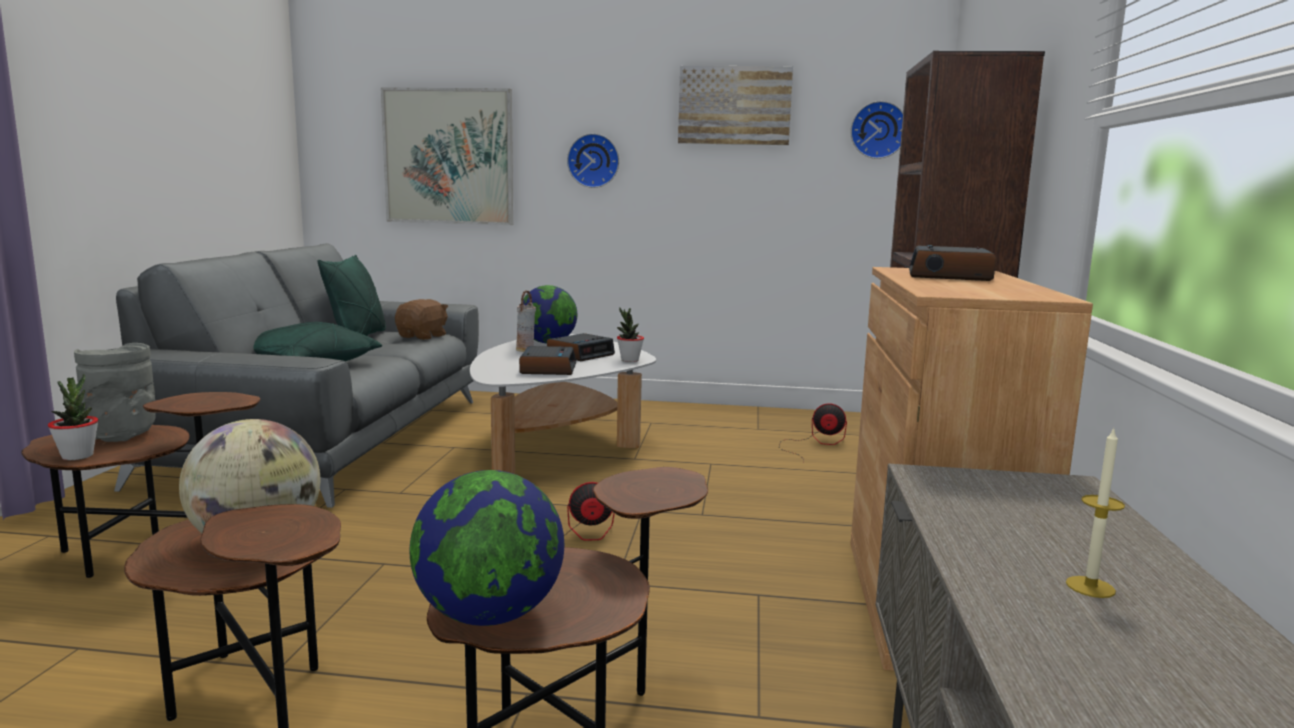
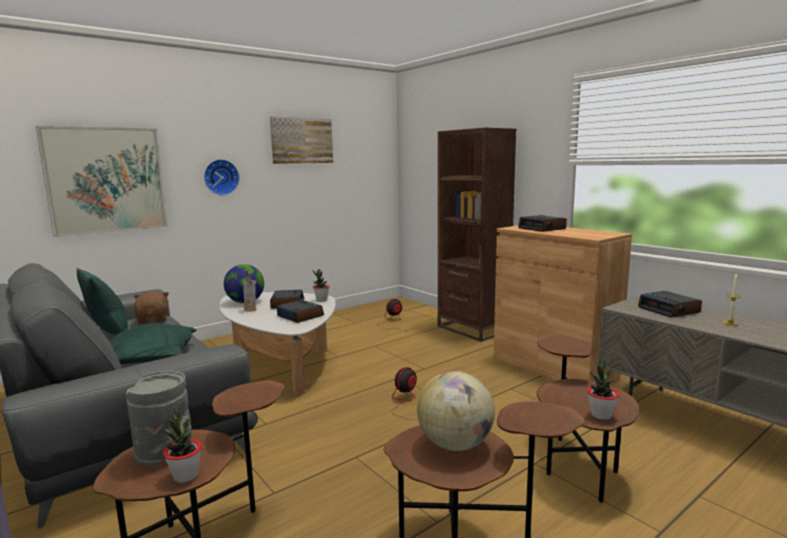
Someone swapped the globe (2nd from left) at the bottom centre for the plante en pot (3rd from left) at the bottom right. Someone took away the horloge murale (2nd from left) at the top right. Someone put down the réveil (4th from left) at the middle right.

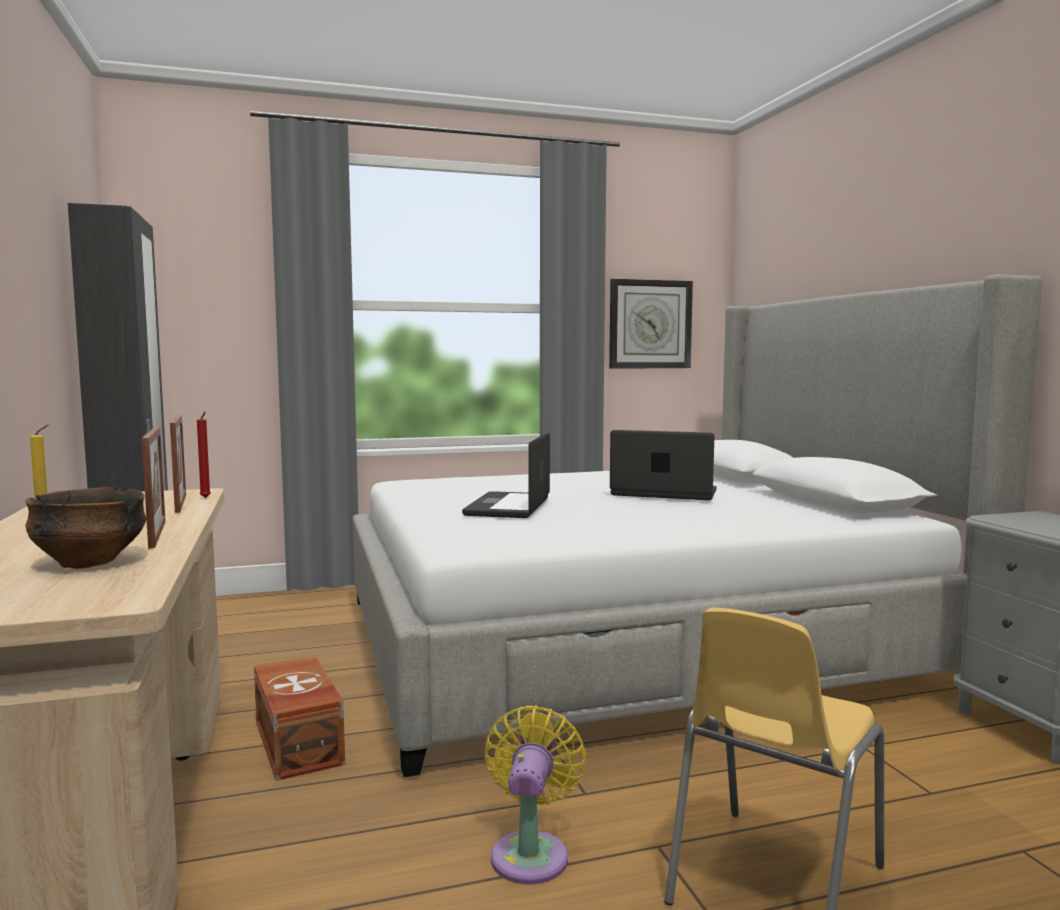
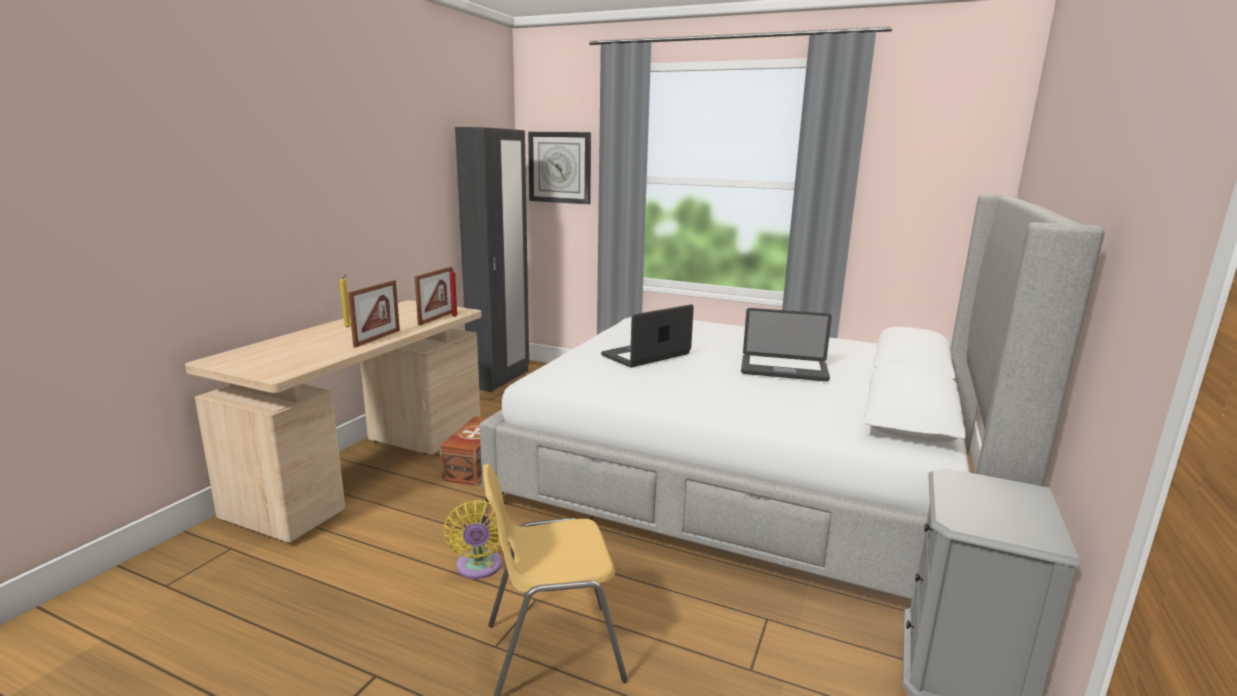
Someone took away the bol at the middle left. Someone rotated the ventilateur (jaune) at the bottom centre by 120 degrees clockwise. Someone carried the horloge murale from the centre to the top centre. Someone rotated the ordinateur portable (2nd from left) at the centre by 135 degrees clockwise.

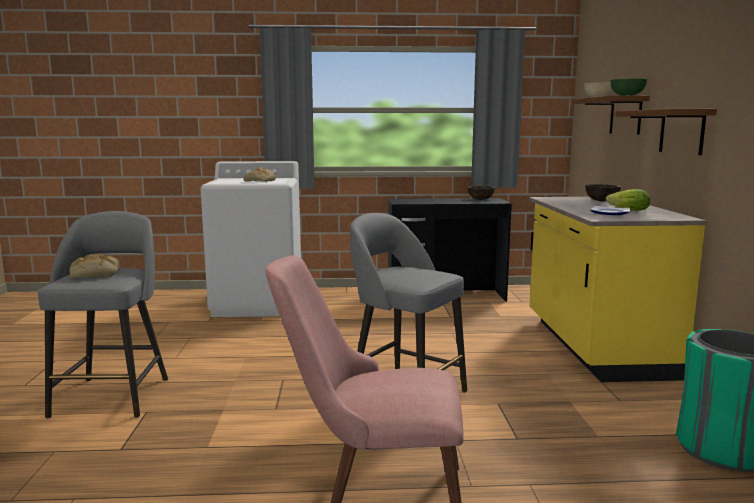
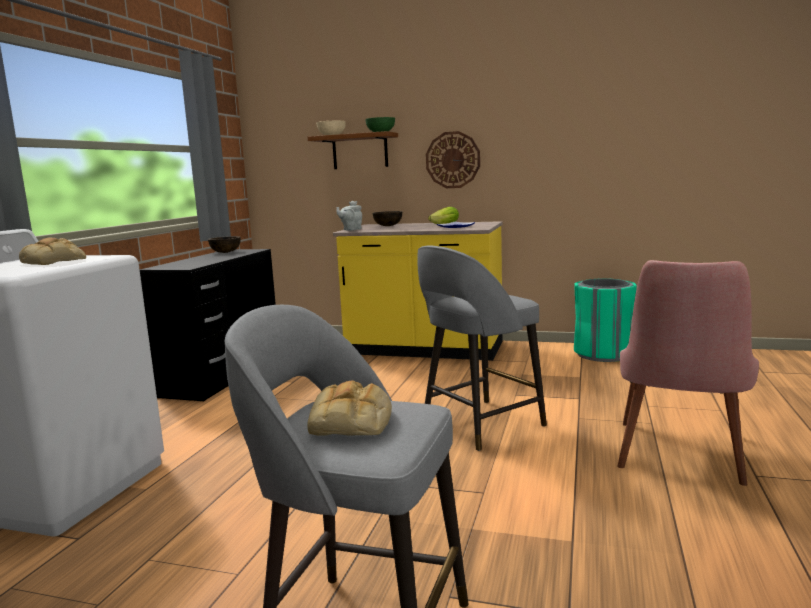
Someone swapped the étagère (marron) (2nd from left) at the top right for the horloge murale at the top centre. Someone put down the théière (gris) at the centre.

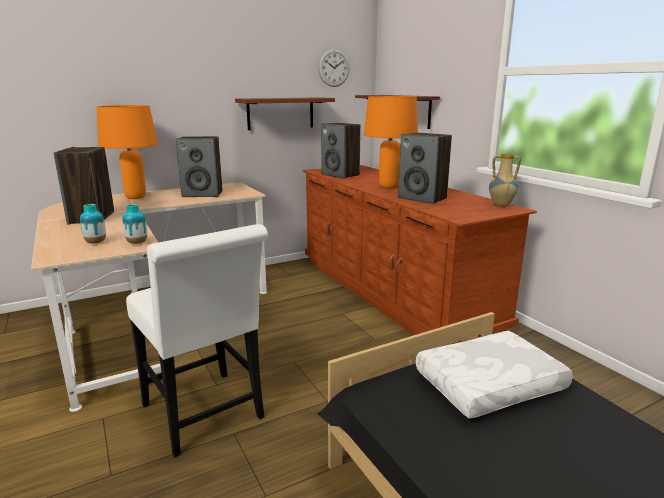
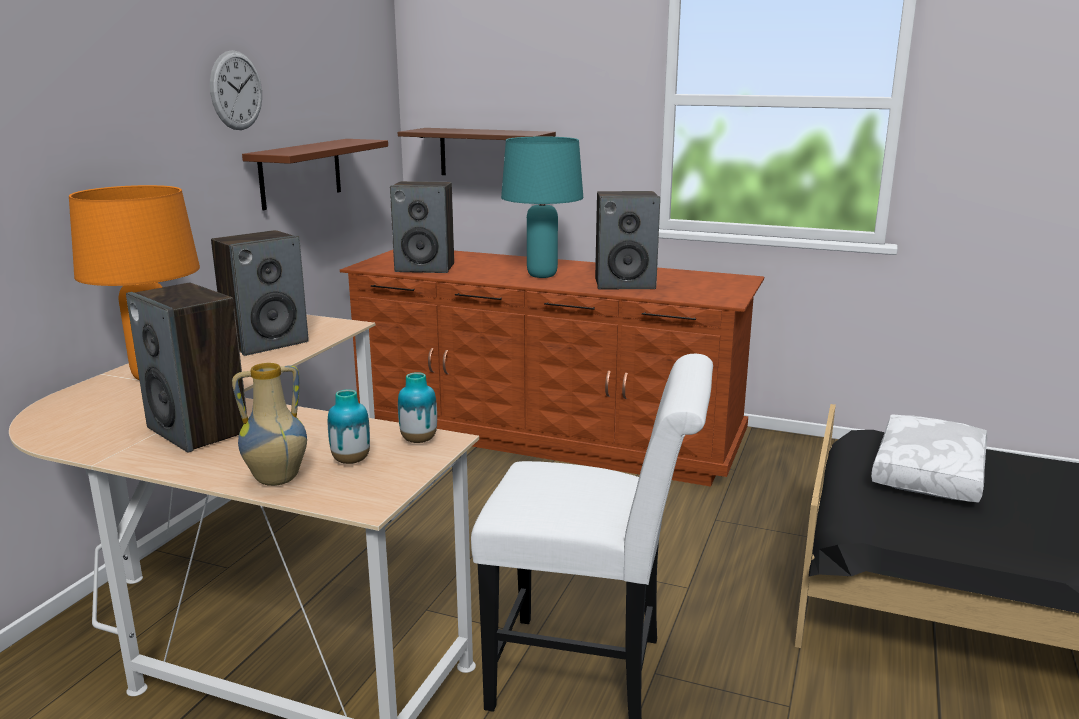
Someone carried the horloge murale from the top centre to the top left. Someone repainted the lampe de table (orange) (2nd from left) at the top centre, which became the lampe de table (turquoise) at the top centre. Someone carried the vase (3rd from left in the first image) from the middle right to the middle left.

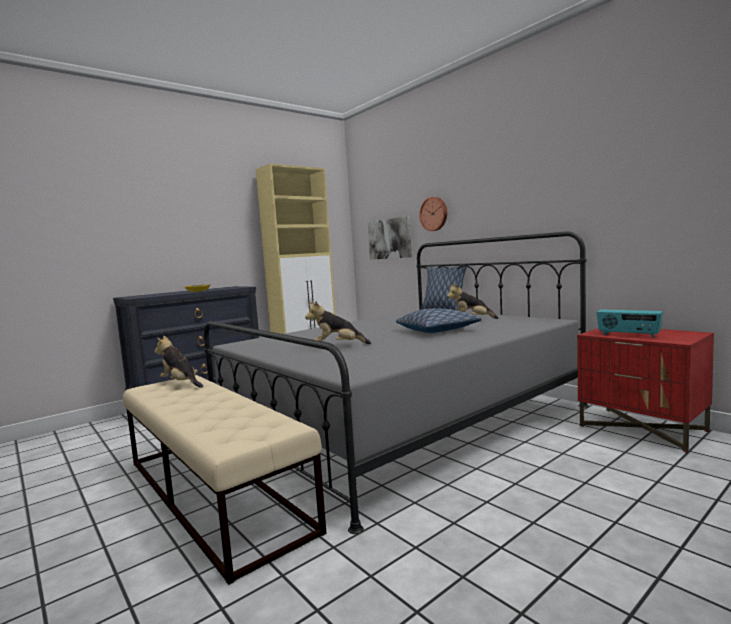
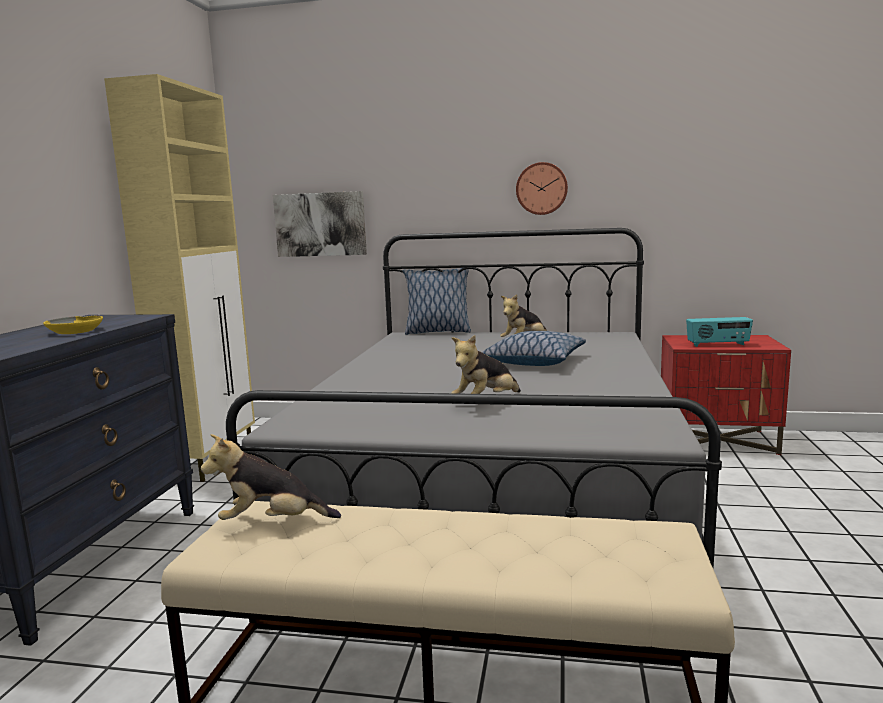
Someone carried the horloge murale from the centre to the top centre.

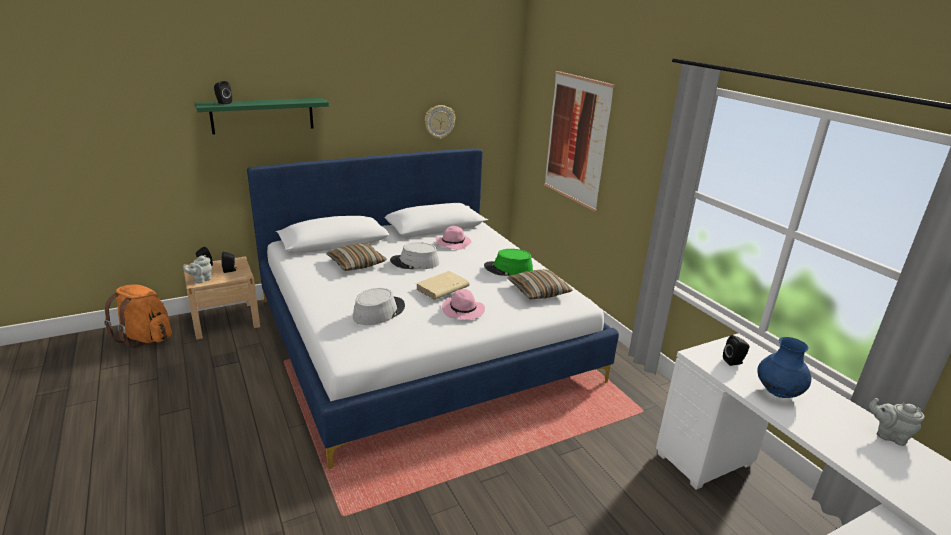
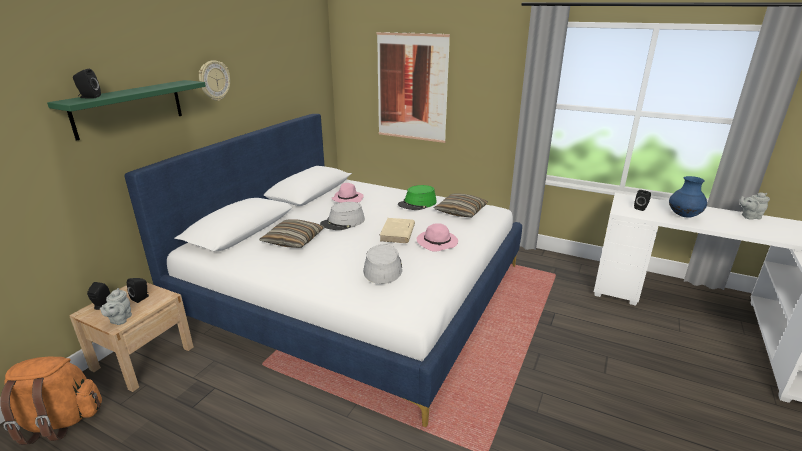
Someone carried the horloge murale from the top centre to the top left.

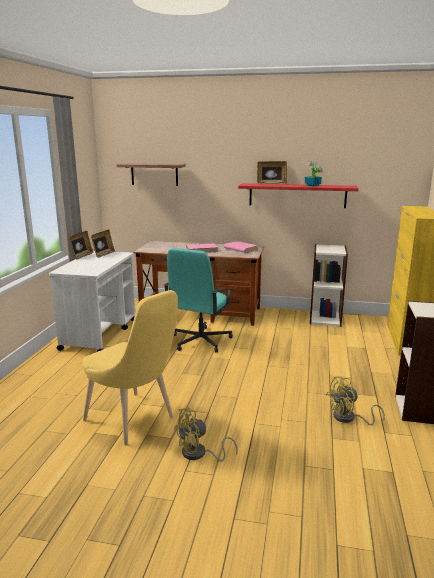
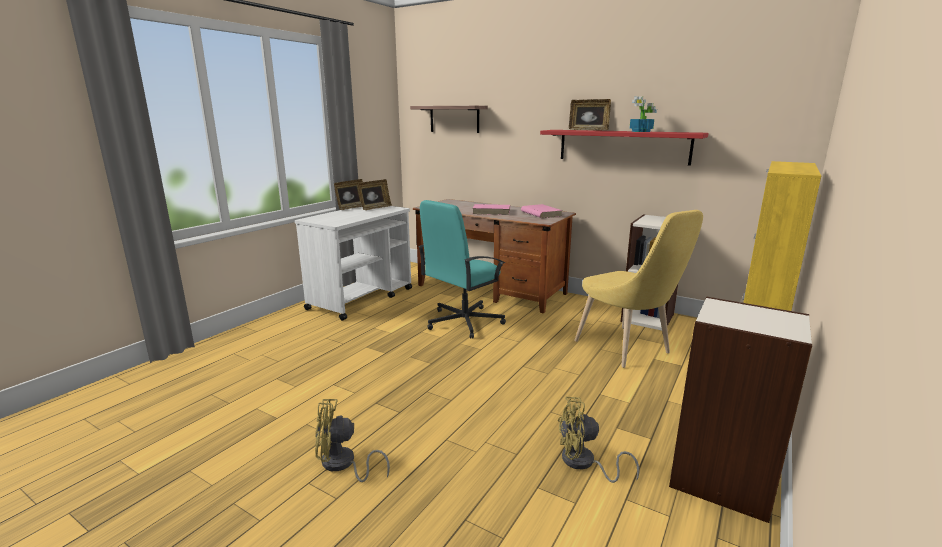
Someone carried the chaise (jaune) from the middle left to the middle right.

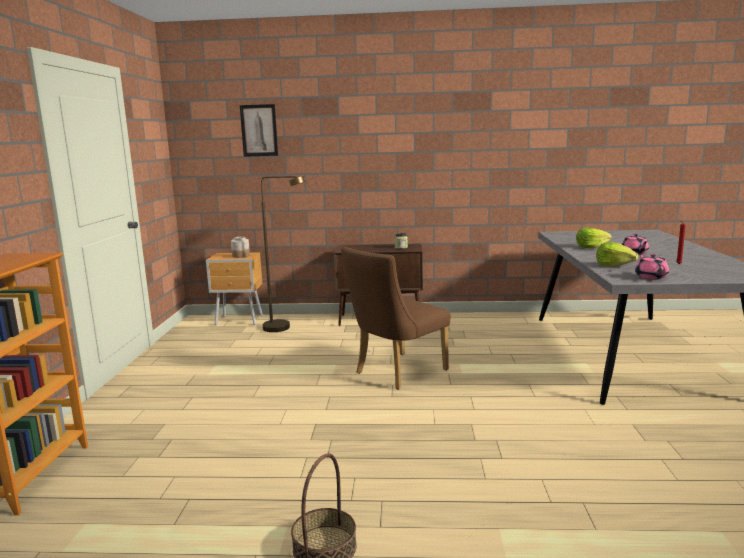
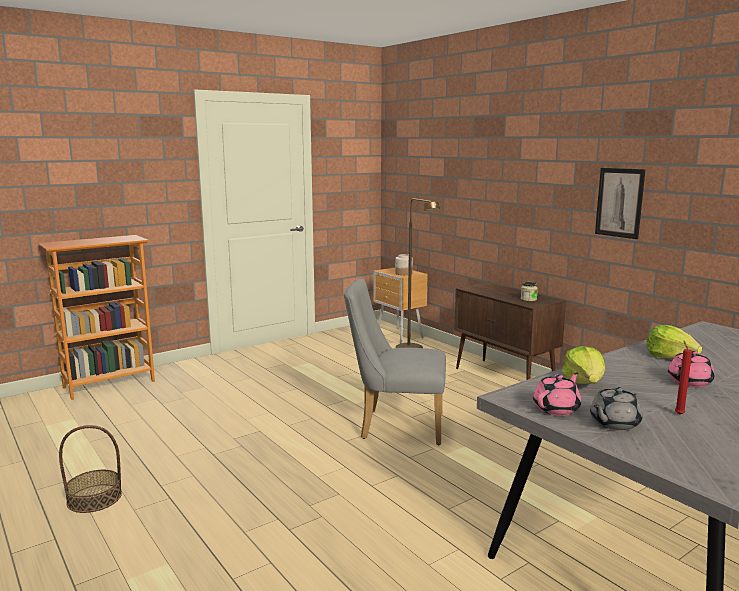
Someone carried the tableau from the top centre to the middle right. Someone repainted the chaise (marron) at the centre, which became the chaise (gris) at the centre. Someone put down the théière (gris) at the bottom right.

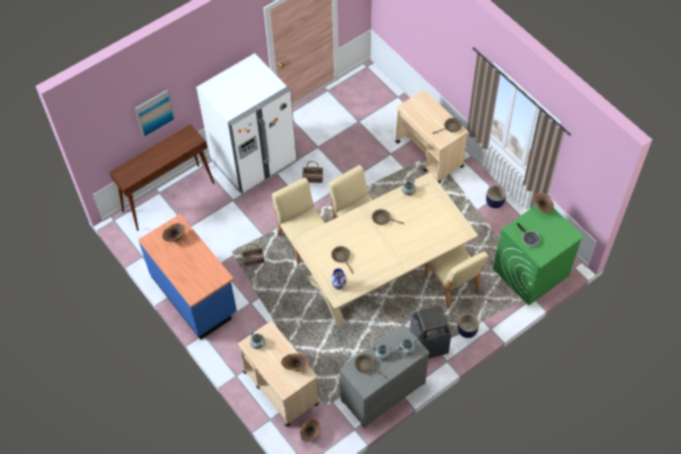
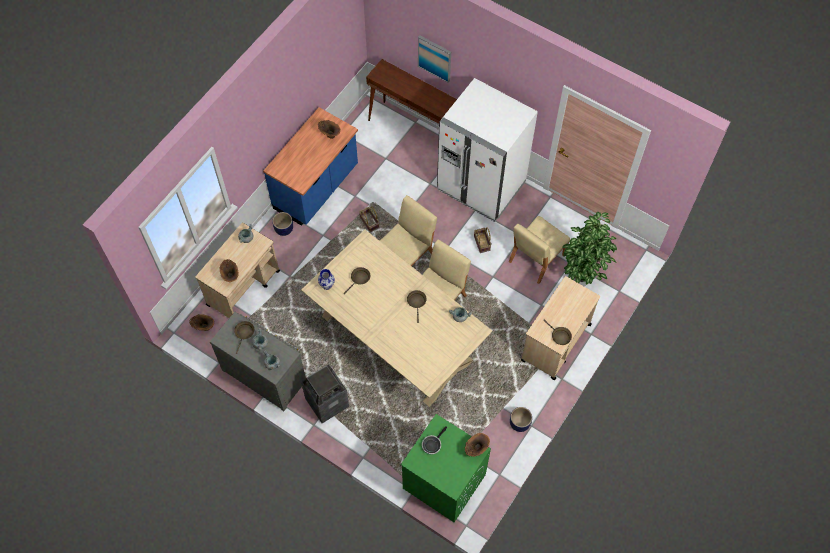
Someone carried the chaise (beige) (3rd from left) from the middle right to the centre. Someone carried the cache-pot (1st from left) from the bottom right to the centre. Someone put down the plante en pot at the middle right.

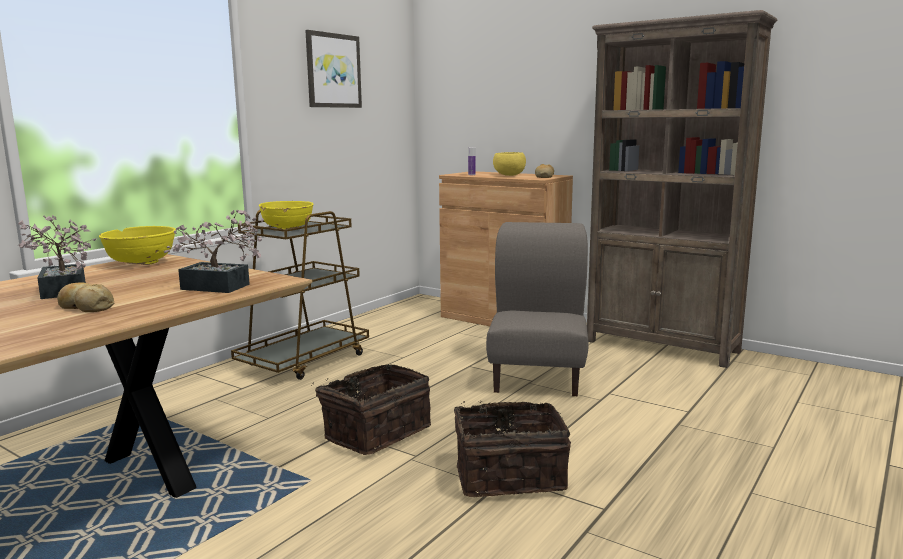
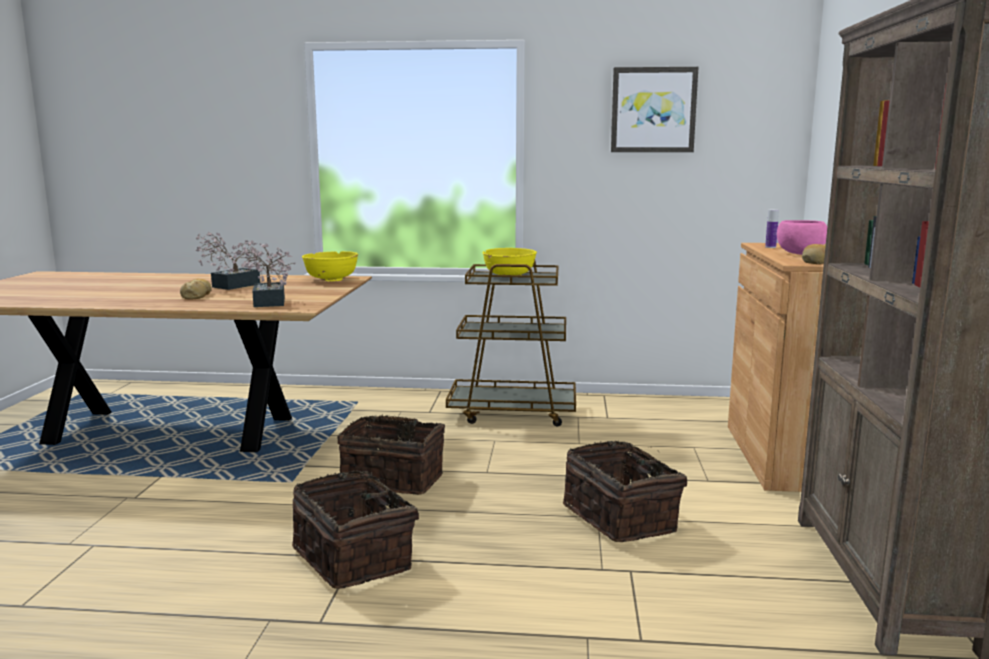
Someone swapped the chaise (gris) at the centre for the panier (3rd from left) at the bottom centre. Someone repainted the bol (jaune) (3rd from left) at the top centre, which became the bol (rose) at the middle right.

